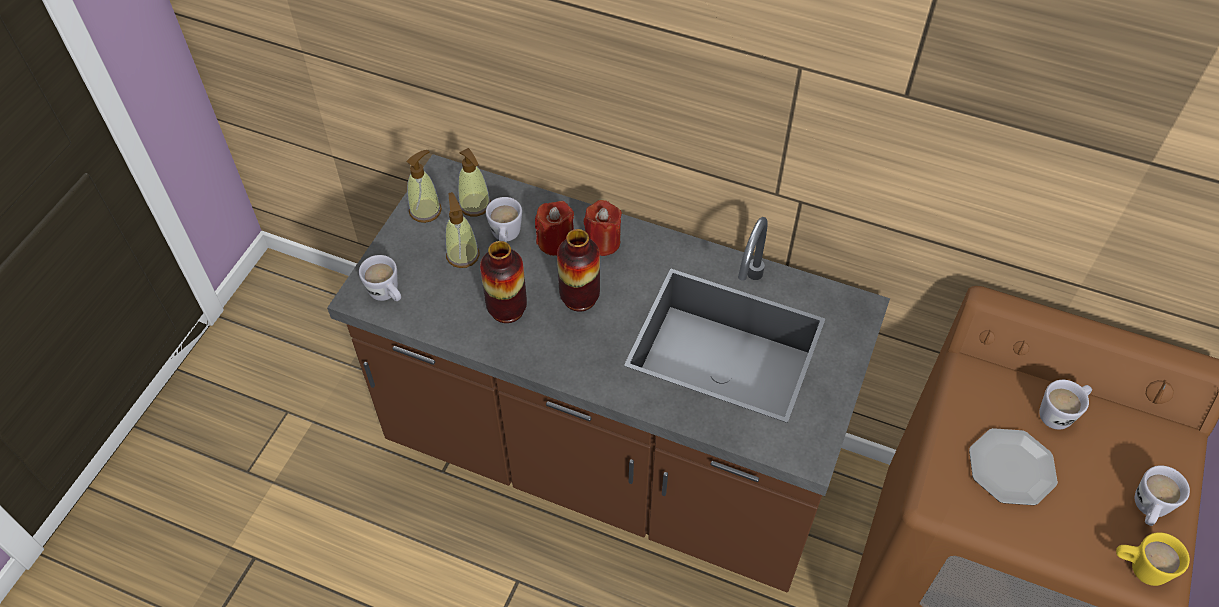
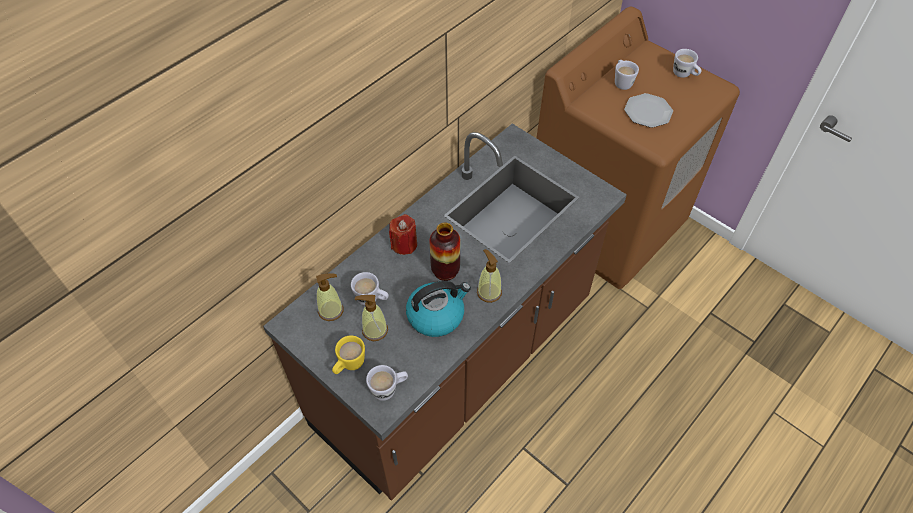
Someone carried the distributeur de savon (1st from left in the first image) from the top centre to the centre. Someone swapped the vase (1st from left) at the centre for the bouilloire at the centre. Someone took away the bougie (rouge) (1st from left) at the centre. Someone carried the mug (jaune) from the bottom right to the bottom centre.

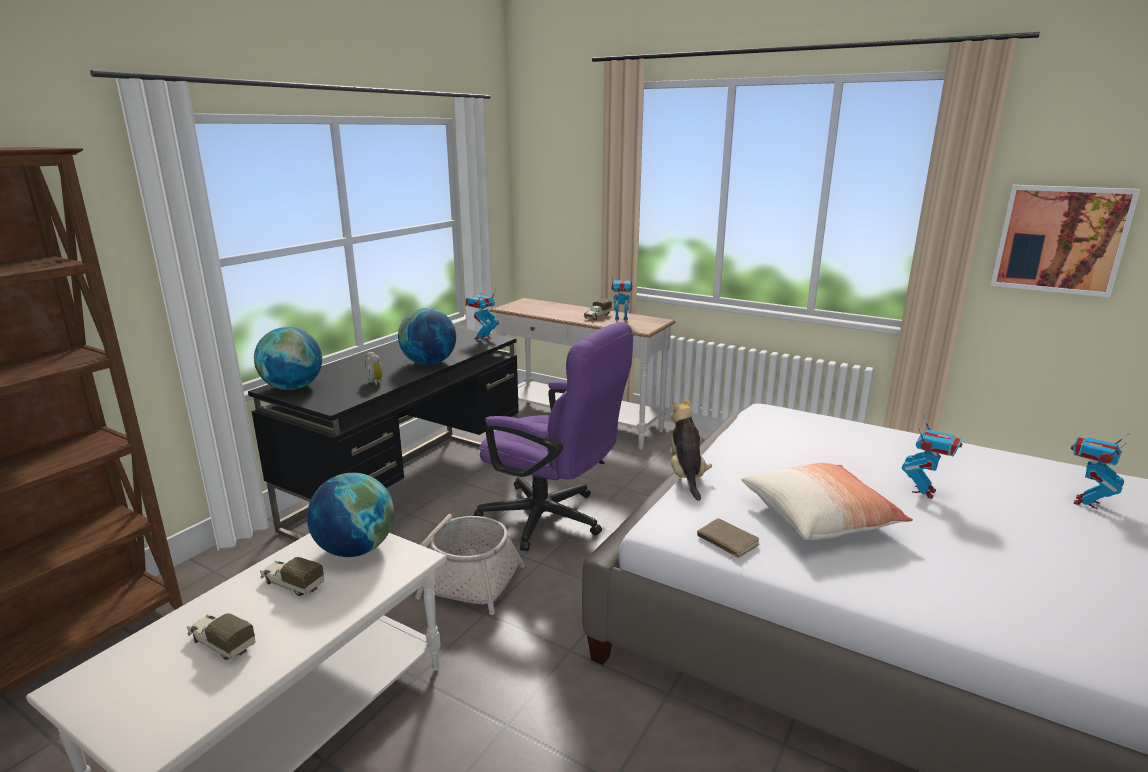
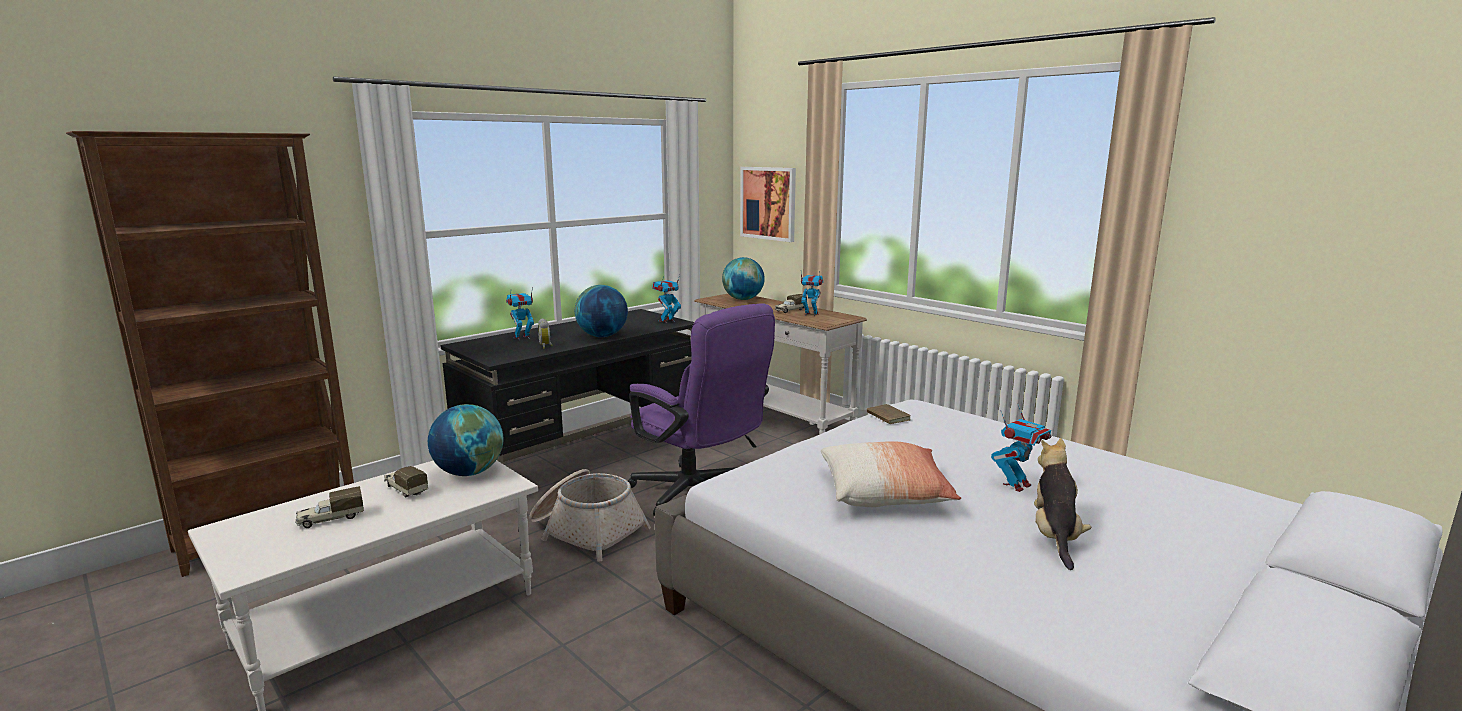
Someone rotated the camion jouet (1st from left) at the bottom left by 75 degrees counterclockwise. Someone carried the globe (1st from left in the first image) from the middle left to the centre. Someone carried the peluche from the centre to the bottom right. Someone carried the livre (marron) from the bottom centre to the centre. Someone carried the tableau from the top right to the top centre. Someone carried the robot jouet (4th from left in the first image) from the middle right to the centre.

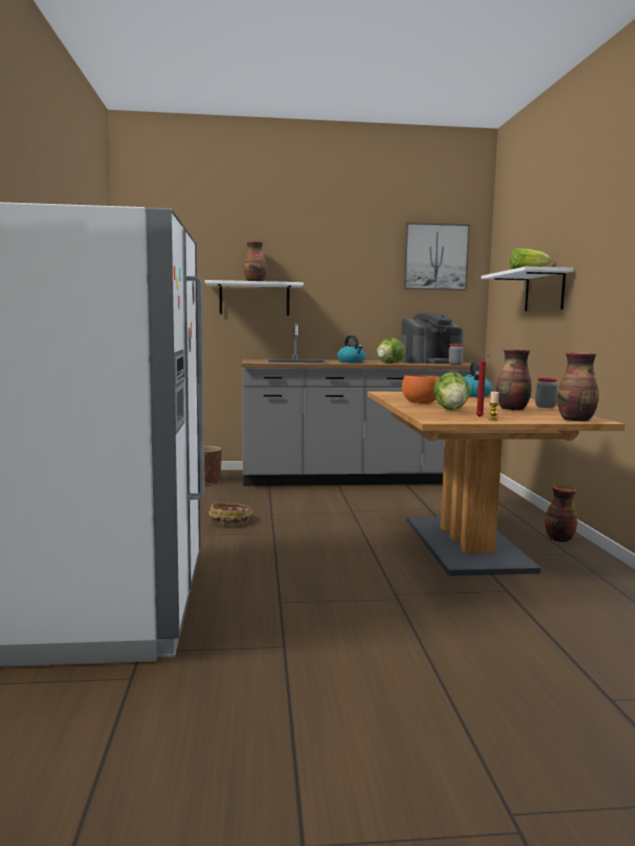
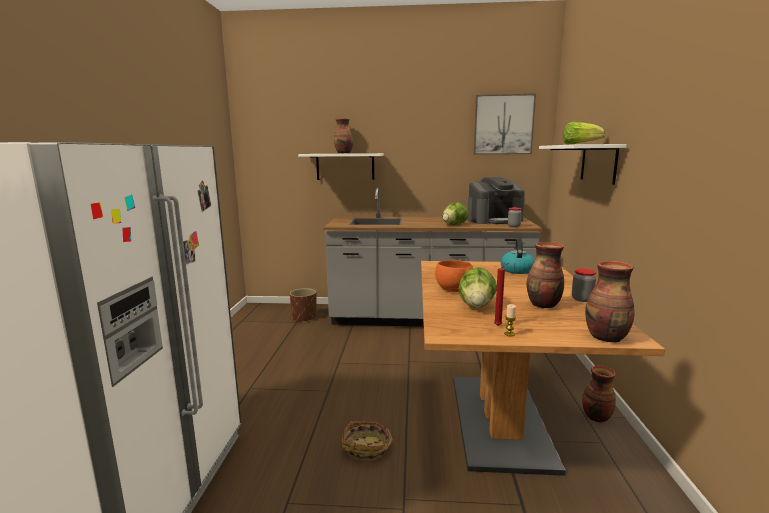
Someone carried the panier from the centre to the bottom centre. Someone took away the bouilloire (1st from left) at the centre.

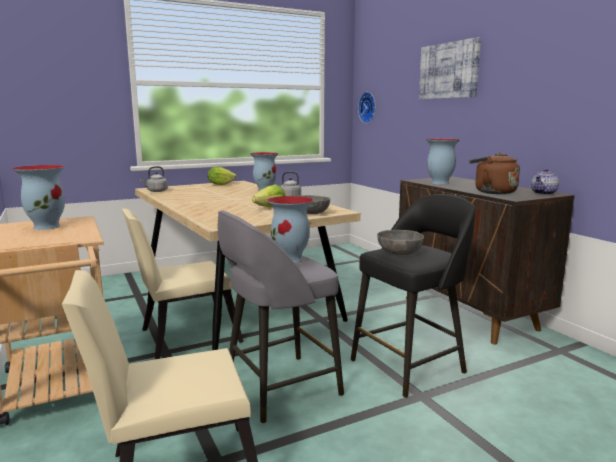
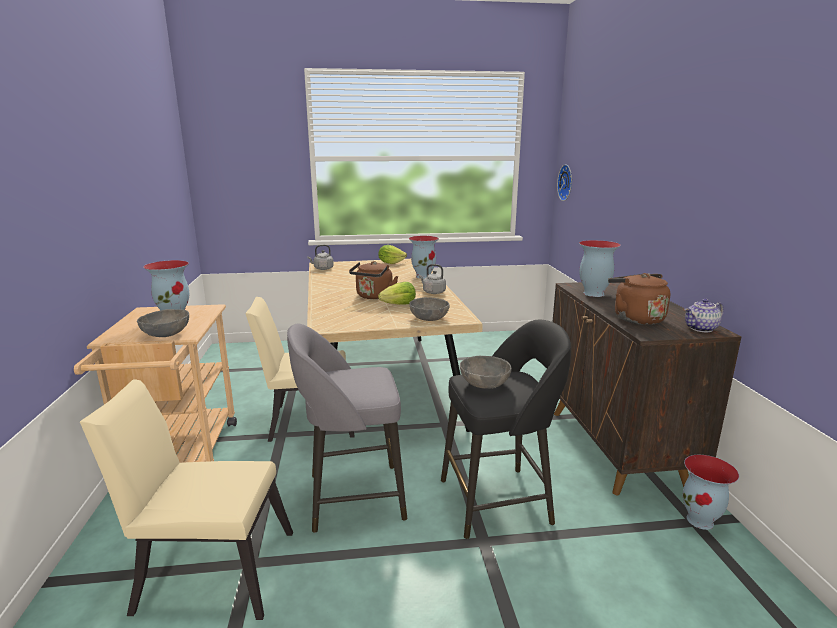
Someone carried the vase (3rd from left in the first image) from the centre to the bottom right. Someone took away the tableau at the top right. Someone put down the bol (gris) (1st from left) at the middle left. Someone put down the bouilloire (marron) (1st from left) at the centre.

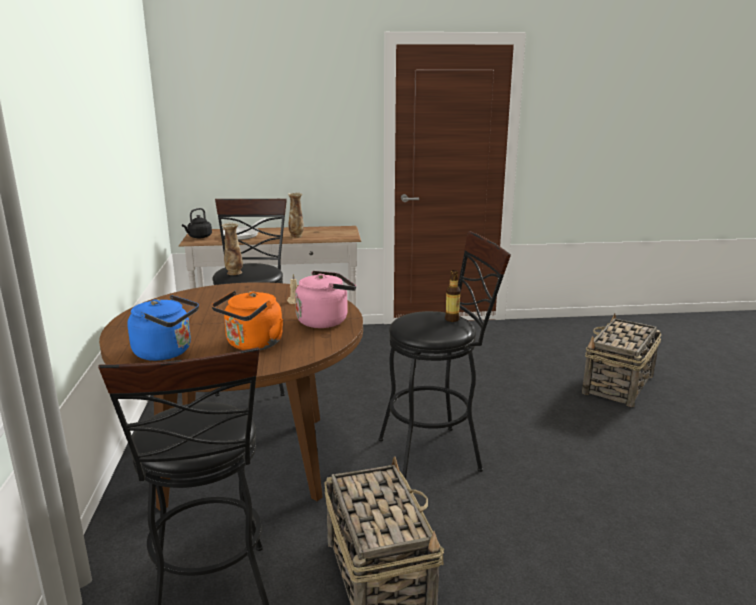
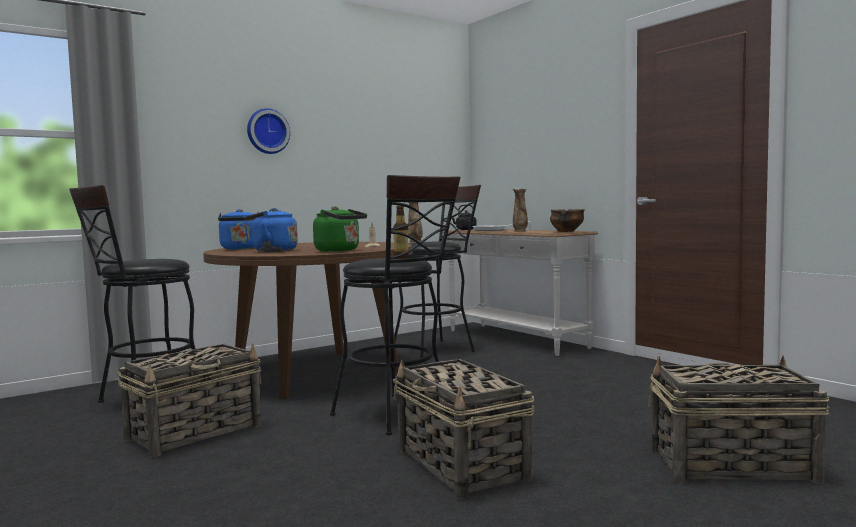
Someone repainted the bouilloire (orange) at the middle left, which became the bouilloire (bleu) (2nd from left) at the middle left. Someone repainted the bouilloire (rose) at the centre, which became the bouilloire (vert) at the centre. Someone put up the horloge murale at the top left. Someone put down the panier (2nd from left) at the bottom centre. Someone put down the bol at the centre.

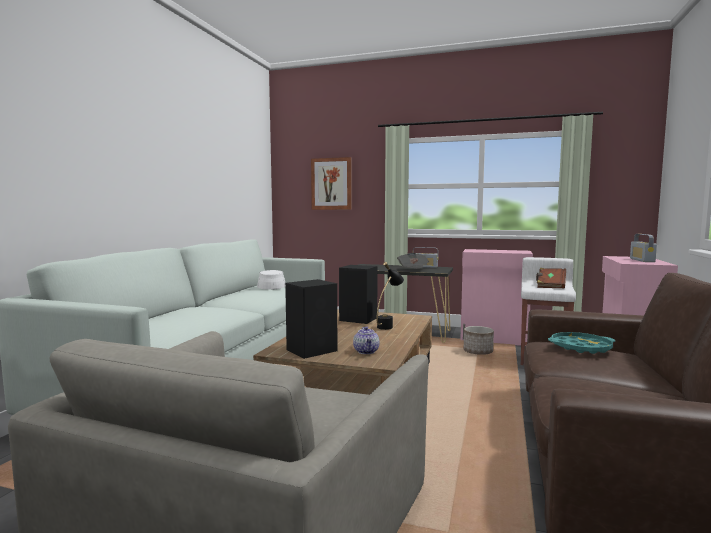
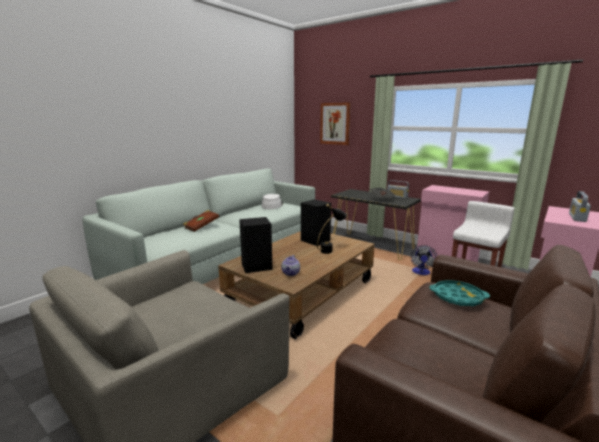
Someone swapped the cache-pot at the middle right for the ventilateur at the middle right. Someone carried the livre (marron) from the middle right to the centre.

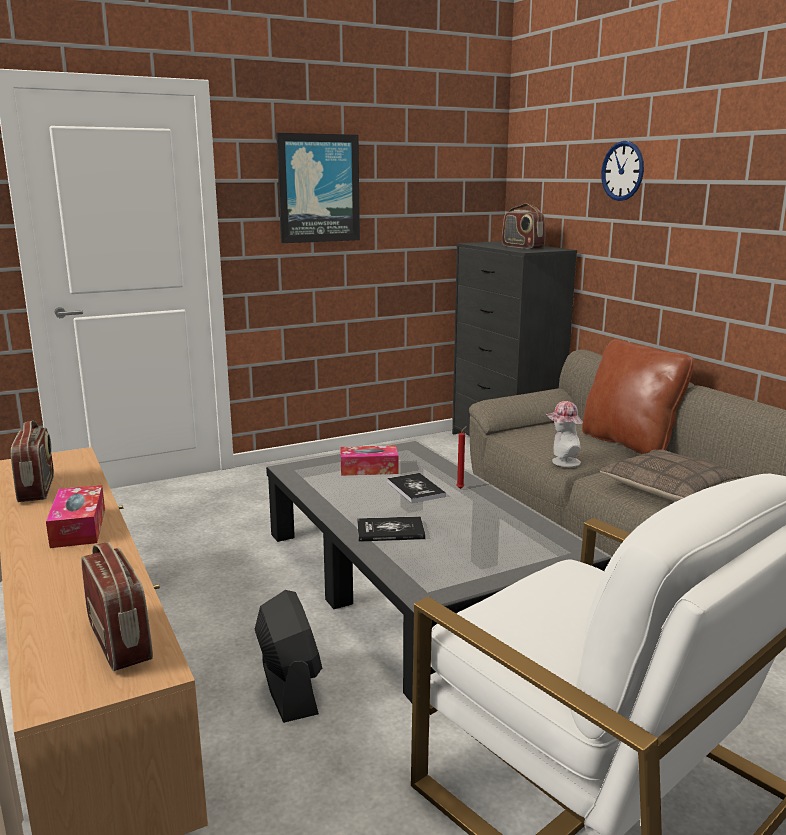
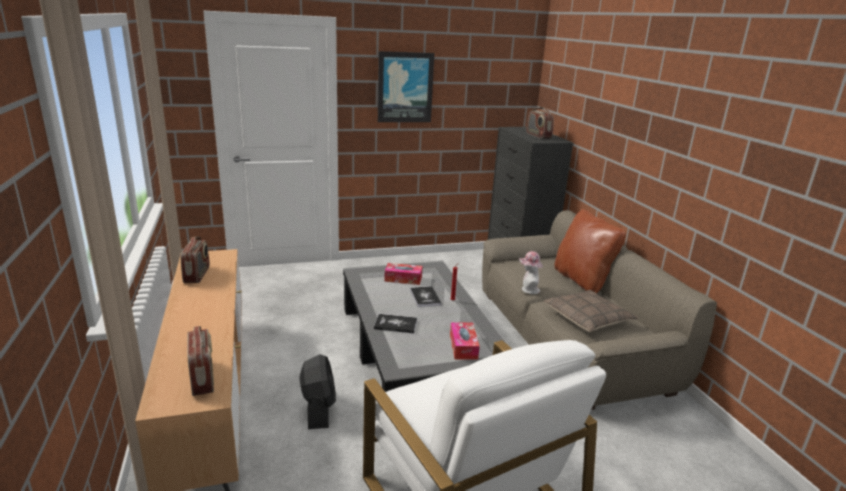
Someone carried the boîte à mouchoirs (1st from left in the first image) from the middle left to the bottom centre. Someone took away the horloge murale at the top right.

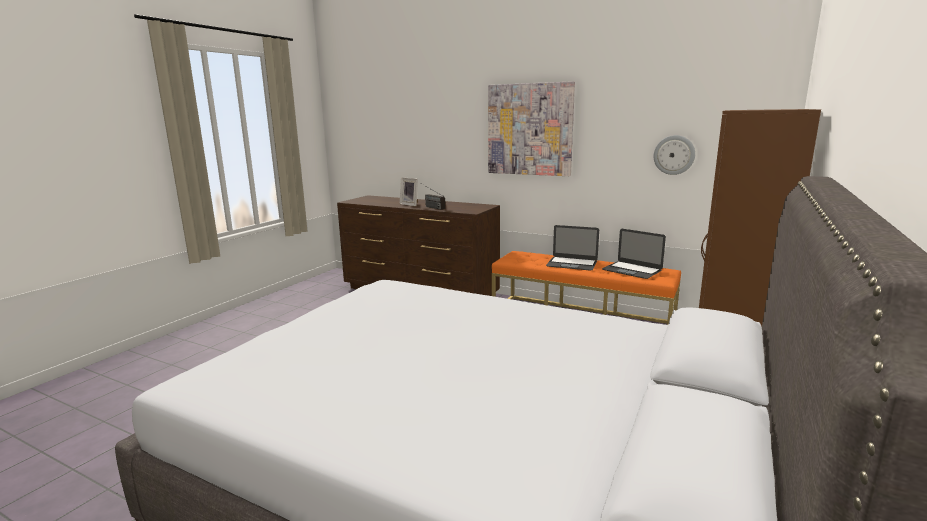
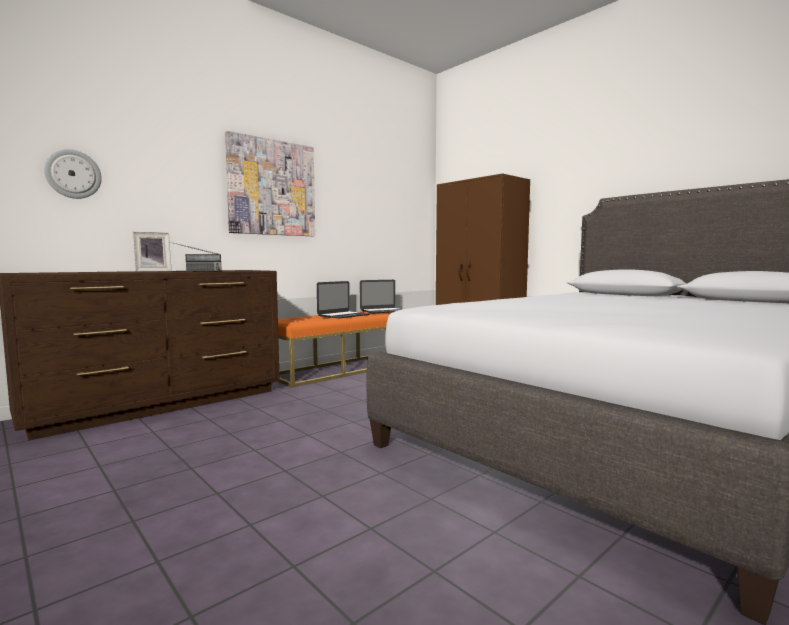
Someone carried the horloge murale from the top right to the top left.

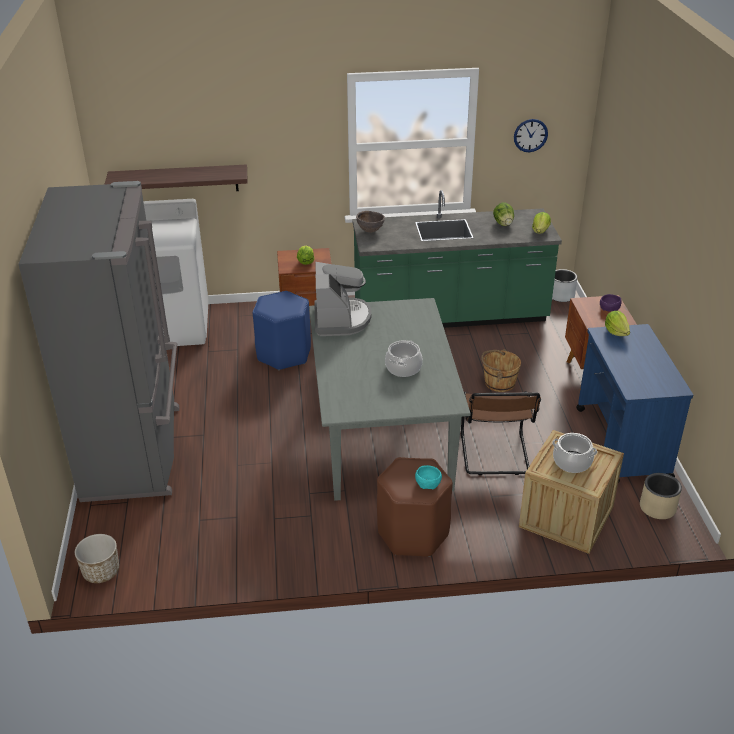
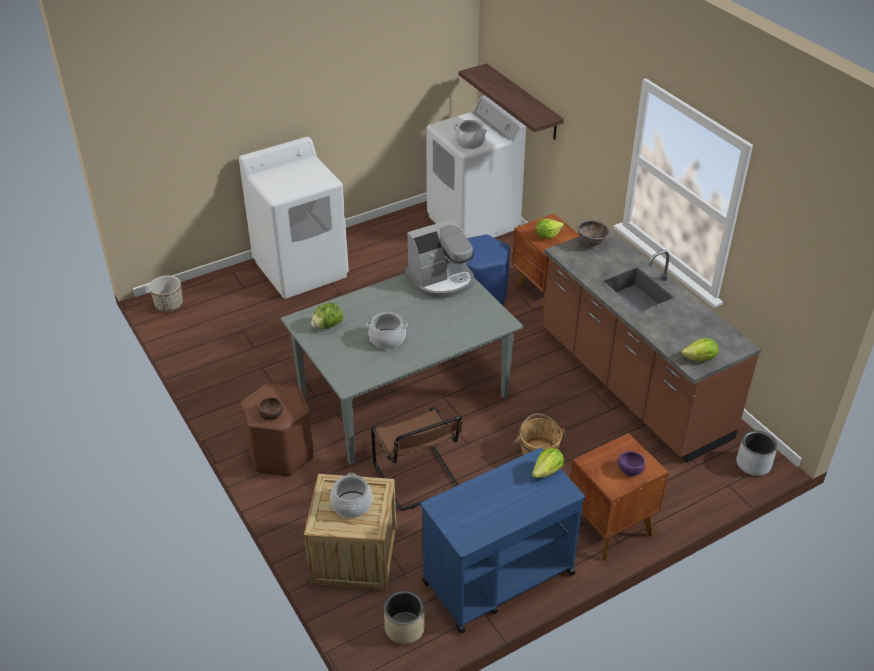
Someone swapped the réfrigérateur (gris) at the middle left for the lave-linge (blanc) (1st from left) at the top centre. Someone repainted the comptoir de cuisine (vert) at the centre, which became the comptoir de cuisine (marron) at the middle right. Someone repainted the bol (turquoise) at the centre, which became the bol (marron) (1st from left) at the middle left. Someone rotated the chaise (marron) at the middle right by 90 degrees counterclockwise. Someone carried the laitue (2nd from left in the first image) from the top right to the centre. Someone took away the horloge murale at the top right. Someone put down the marmite (3rd from left) at the top centre.

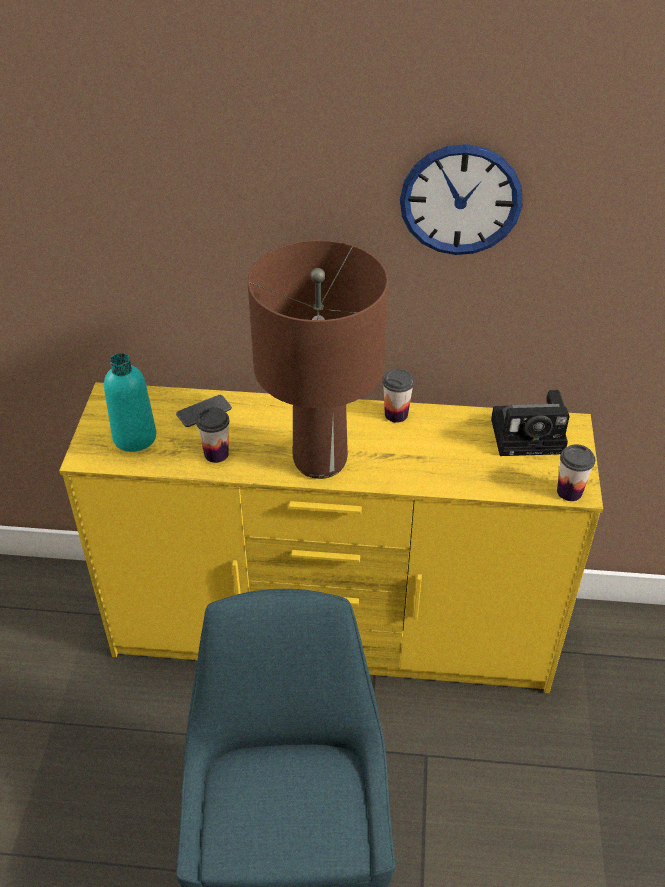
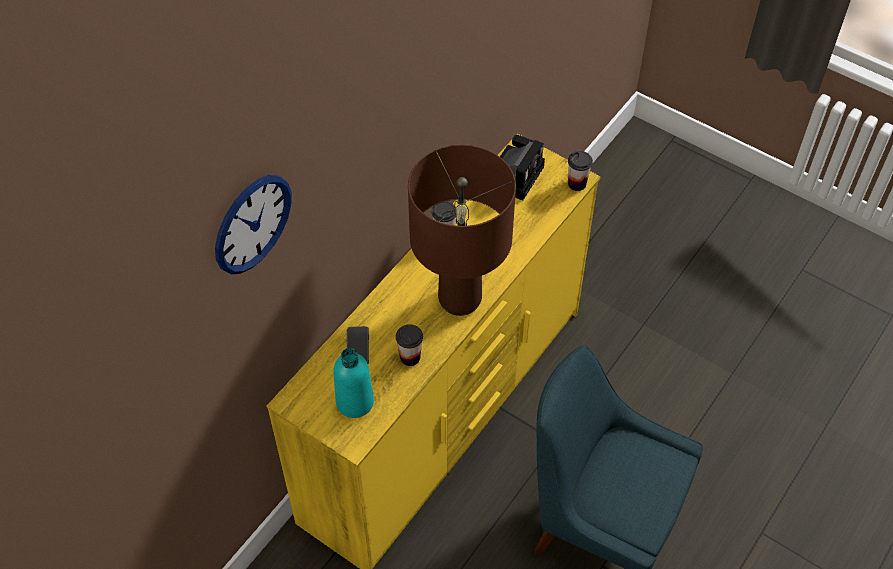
Someone carried the horloge murale from the top right to the middle left.

